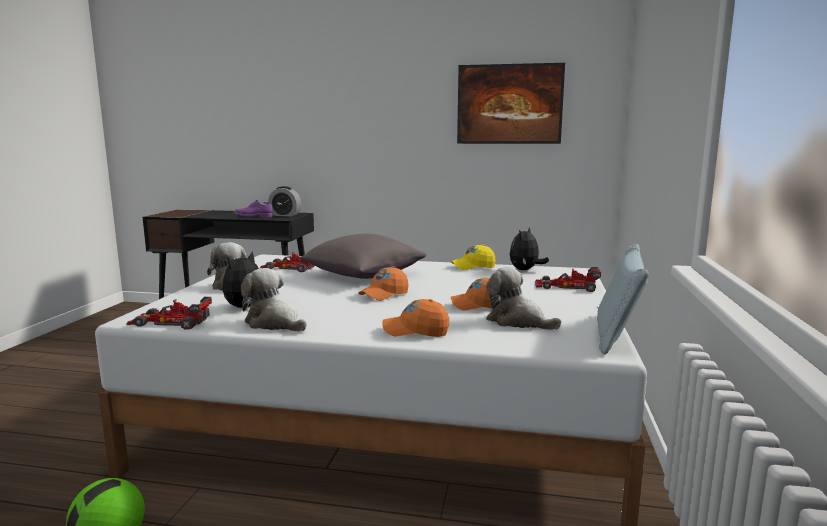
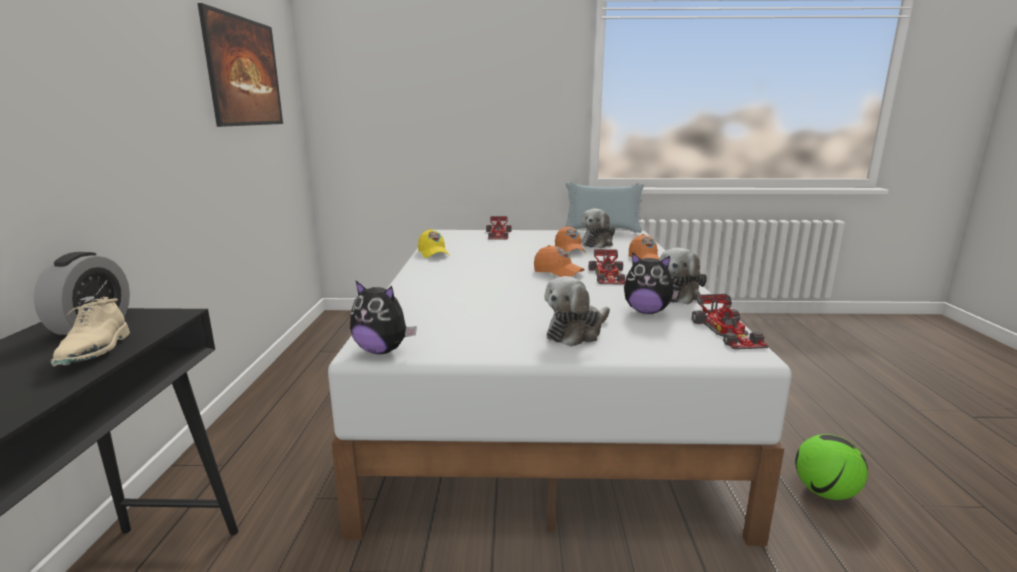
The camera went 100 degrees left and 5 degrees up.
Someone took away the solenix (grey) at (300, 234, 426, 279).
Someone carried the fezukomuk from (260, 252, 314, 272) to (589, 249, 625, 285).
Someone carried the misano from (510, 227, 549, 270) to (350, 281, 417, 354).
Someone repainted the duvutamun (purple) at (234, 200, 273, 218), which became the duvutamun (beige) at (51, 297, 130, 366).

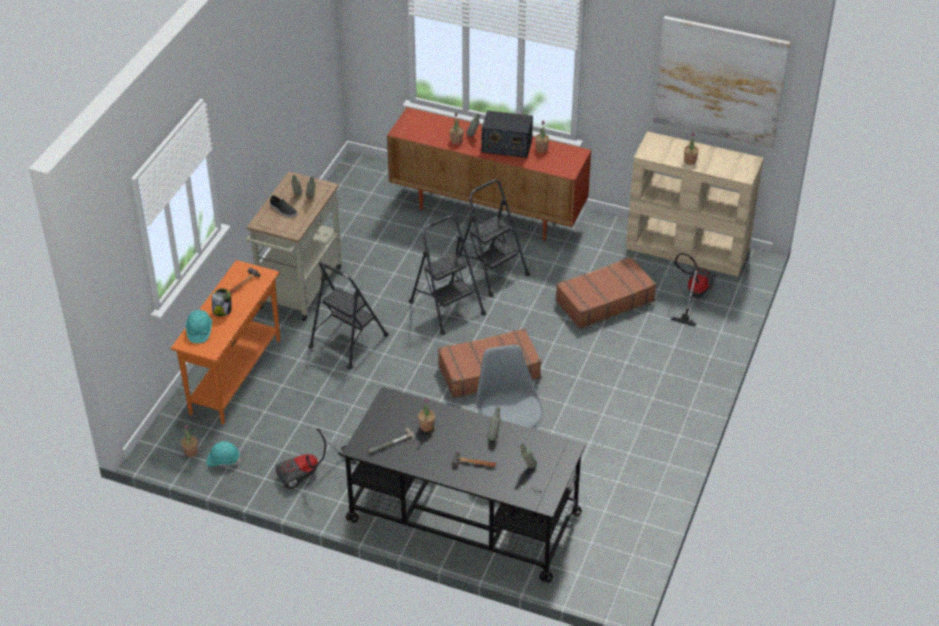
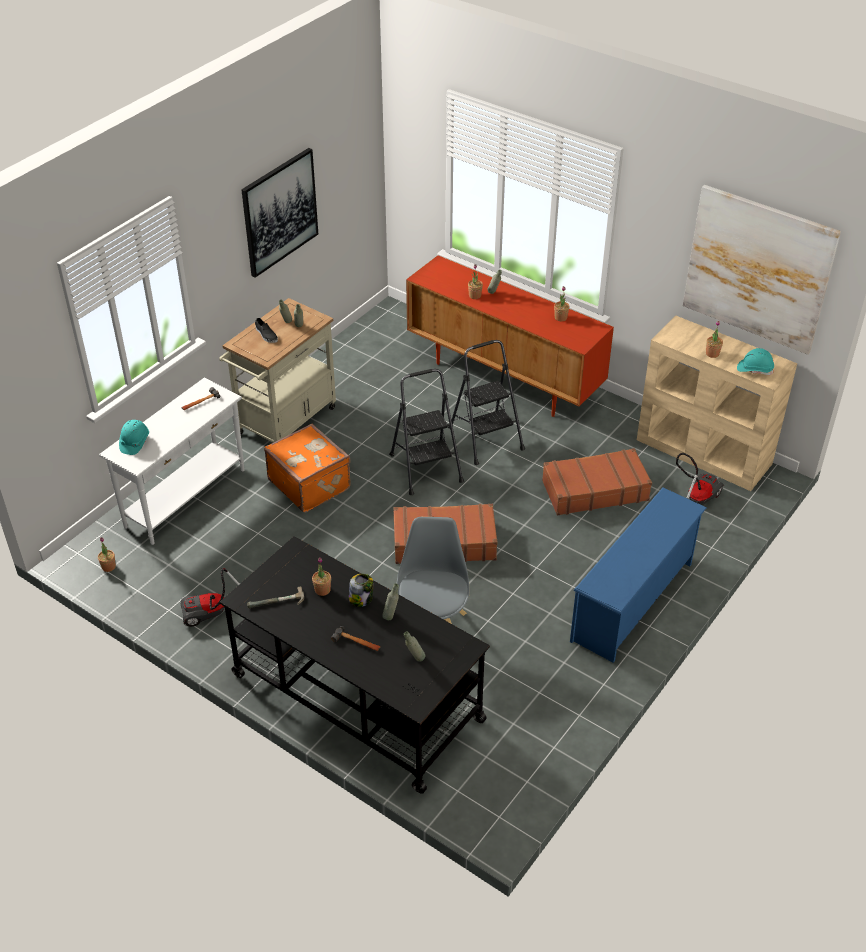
The camera went 15 degrees right and 0 degrees up.
Someone took away the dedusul at (482, 110, 533, 158).
Someone put up the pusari at (241, 148, 318, 278).
Someone put down the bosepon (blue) at (570, 488, 707, 663).
Someone carried the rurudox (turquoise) from (206, 441, 241, 466) to (737, 348, 774, 375).
Someone carried the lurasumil from (212, 288, 231, 316) to (349, 574, 373, 607).
Someone swapped the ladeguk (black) at (308, 262, 389, 370) for the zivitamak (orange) at (264, 424, 351, 513).
Someone repainted the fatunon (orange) at (171, 260, 280, 425), which became the fatunon (white) at (99, 378, 245, 545).

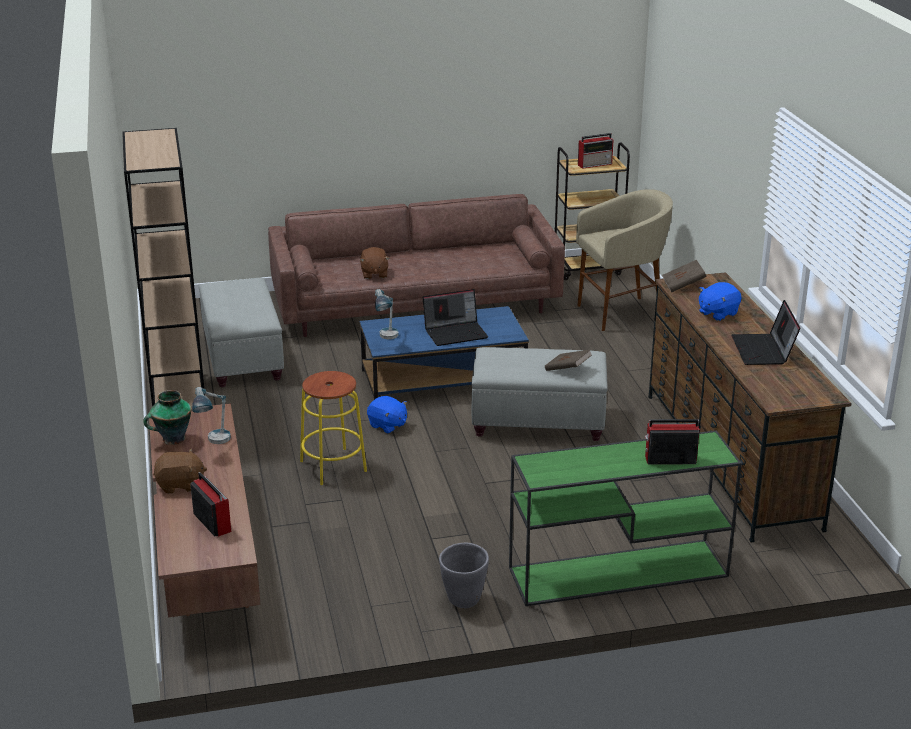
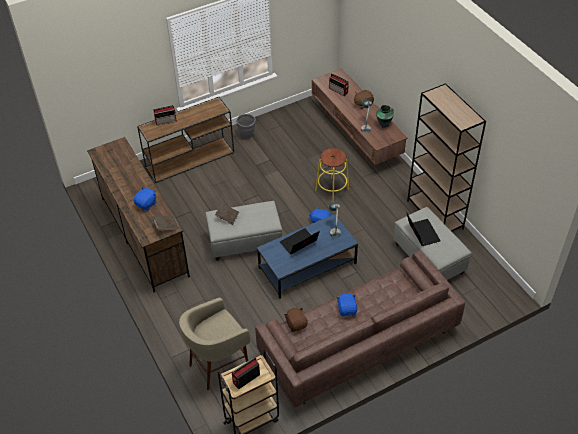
The camera went 165 degrees right and 20 degrees up.
Someone put down the misano (blue) at (336, 293, 358, 316).
Someone carried the misano (brown) from (360, 247, 390, 279) to (284, 307, 307, 332).
Someone carried the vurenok from (731, 300, 800, 365) to (406, 212, 441, 246).
Someone repainted the fatunon (green) at (509, 430, 742, 606), which became the fatunon (brown) at (137, 97, 234, 183).

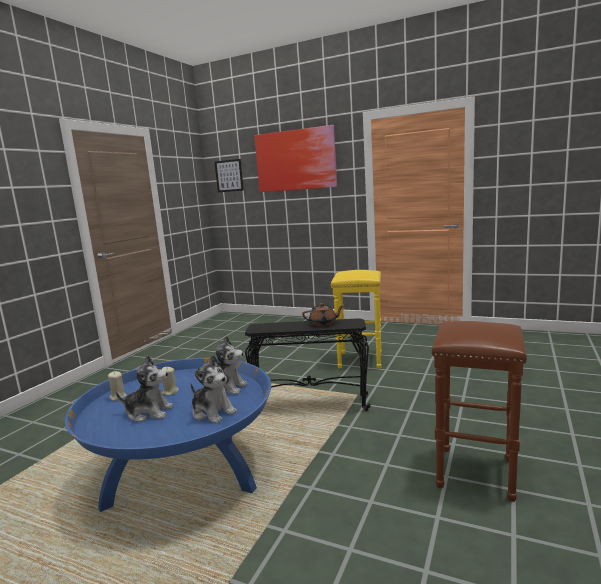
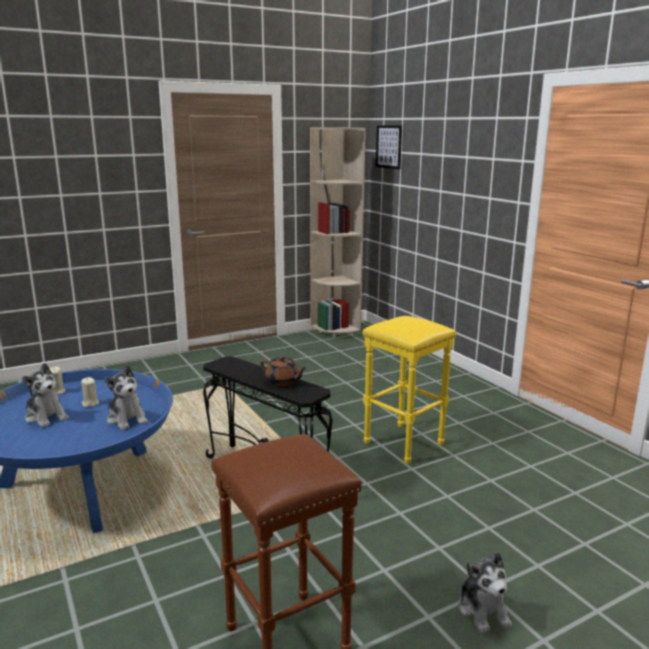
The camera went 35 degrees right and 5 degrees up.
Someone took away the pusari at (255, 125, 337, 192).
Someone put down the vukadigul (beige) at (310, 128, 366, 337).
Someone carried the misano from (191, 355, 237, 424) to (459, 552, 512, 634).

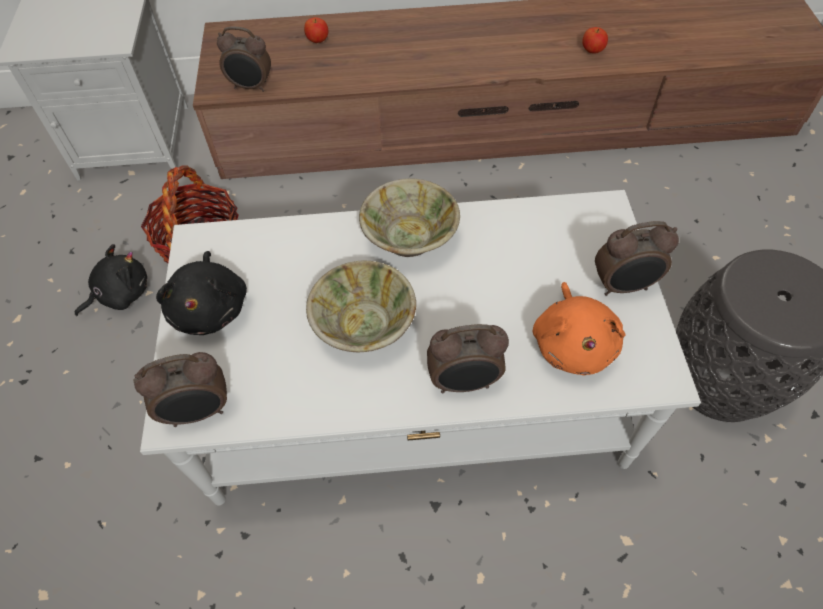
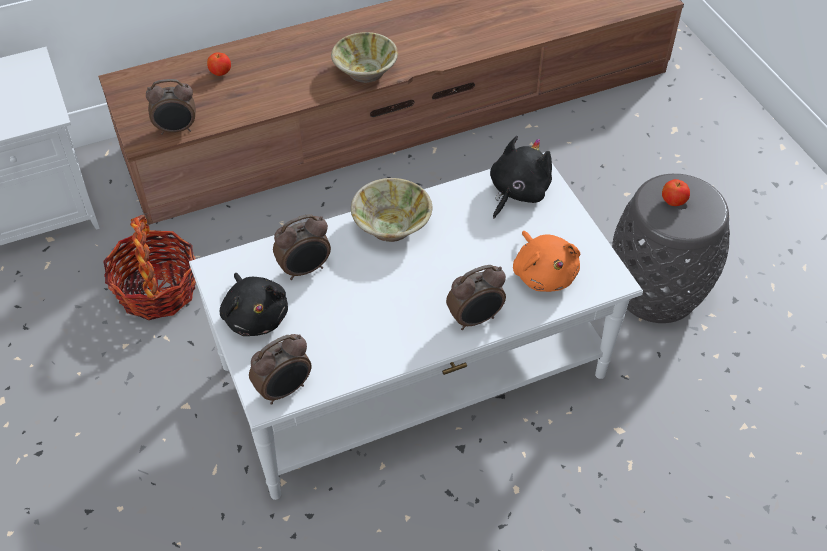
The camera went 20 degrees left and 5 degrees down.
Someone carried the misano (black) from (75, 244, 147, 316) to (490, 136, 552, 219).
Someone carried the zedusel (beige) from (306, 261, 416, 352) to (331, 32, 398, 83).
Someone carried the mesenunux from (582, 27, 608, 54) to (662, 179, 690, 206).
Someone carried the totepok from (595, 221, 679, 296) to (273, 214, 331, 280).

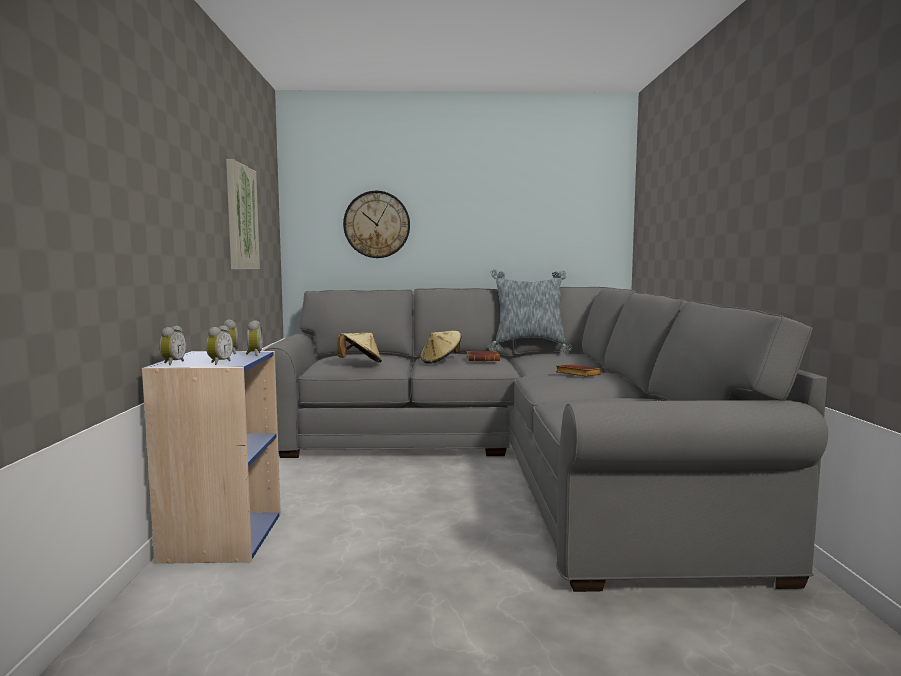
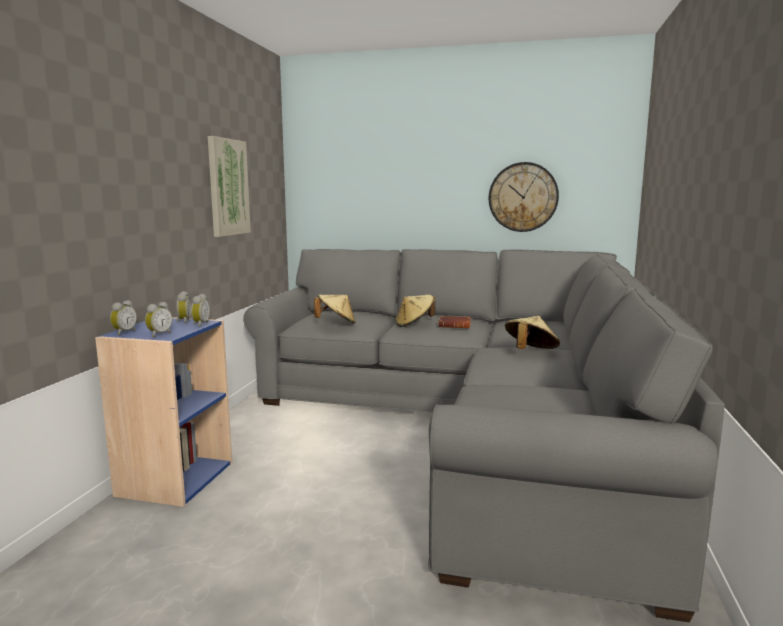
The camera went 15 degrees right and 5 degrees up.
Someone took away the solenix at (487, 269, 573, 356).
Someone carried the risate from (343, 191, 410, 258) to (489, 162, 559, 232).
Someone swapped the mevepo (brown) at (555, 364, 602, 377) for the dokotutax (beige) at (505, 316, 560, 349).

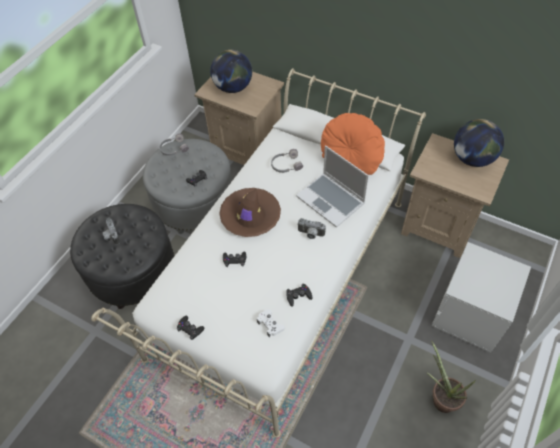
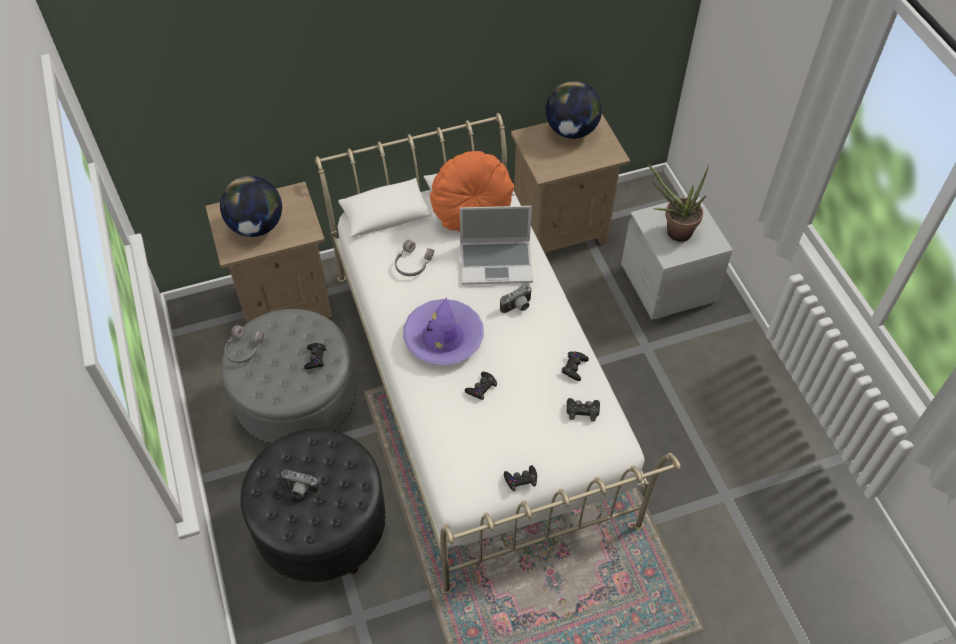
The camera went 50 degrees left and 0 degrees up.
Someone carried the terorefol from (426, 341, 476, 413) to (648, 164, 709, 242).
Someone repainted the dokotutax (brown) at (219, 188, 281, 237), which became the dokotutax (purple) at (403, 297, 484, 366).
Someone repainted the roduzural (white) at (257, 309, 285, 337), which became the roduzural (black) at (567, 398, 600, 421).

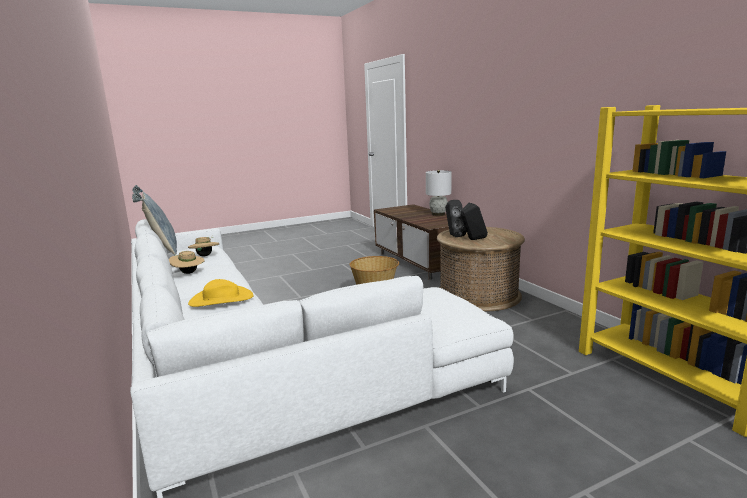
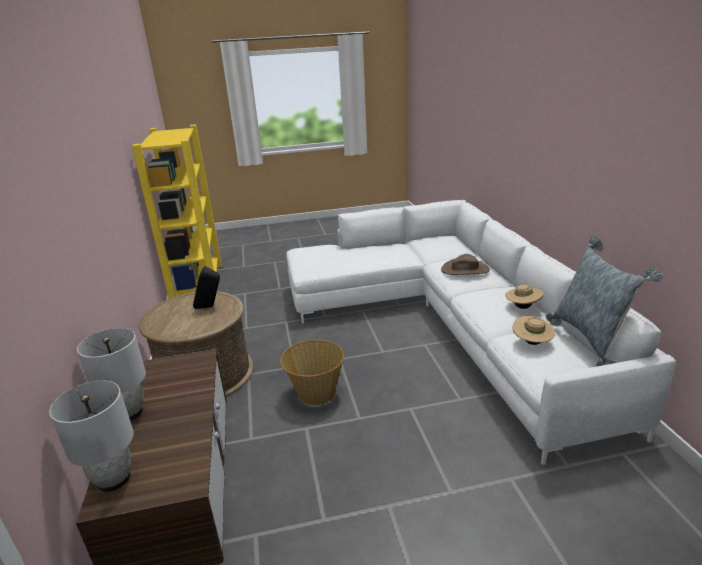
The camera went 165 degrees left and 10 degrees up.
Someone took away the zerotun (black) at (445, 200, 467, 237).
Someone put down the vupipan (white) at (49, 381, 133, 492).
Someone repainted the dokotutax (yellow) at (188, 279, 254, 307), which became the dokotutax (brown) at (441, 254, 490, 275).

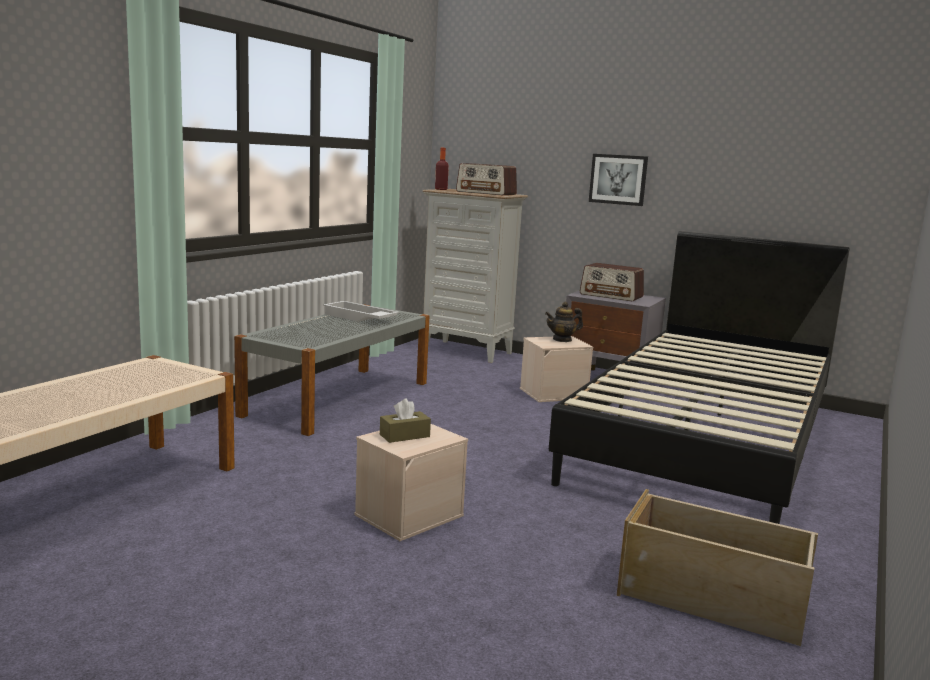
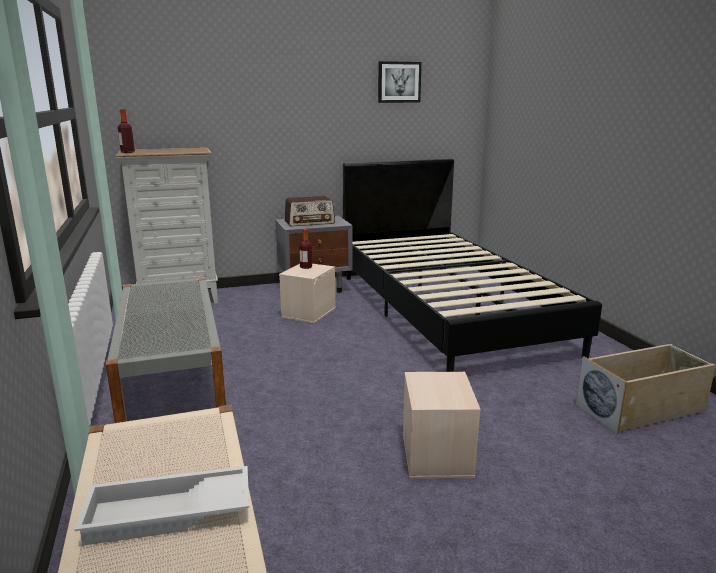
The camera went 45 degrees left and 5 degrees up.
Someone took away the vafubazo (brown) at (380, 398, 431, 443).
Someone took away the dedusul at (456, 163, 517, 195).
Someone carried the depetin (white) from (323, 301, 399, 322) to (74, 466, 249, 546).
Someone carried the pusari from (589, 154, 648, 206) to (378, 61, 422, 103).
Someone swapped the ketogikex at (545, 302, 583, 342) for the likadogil at (299, 229, 312, 269).

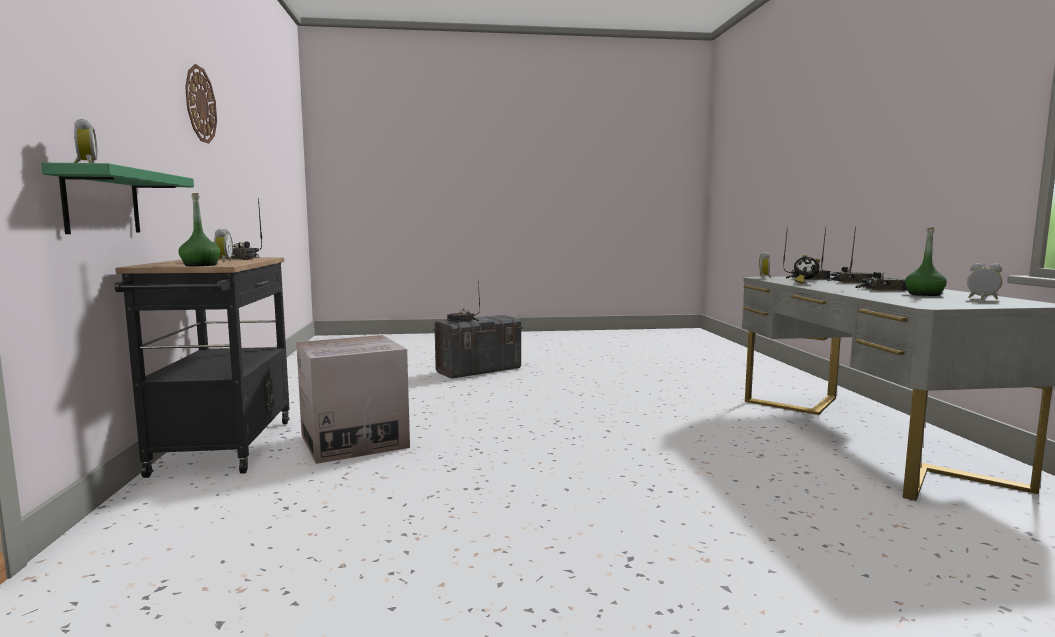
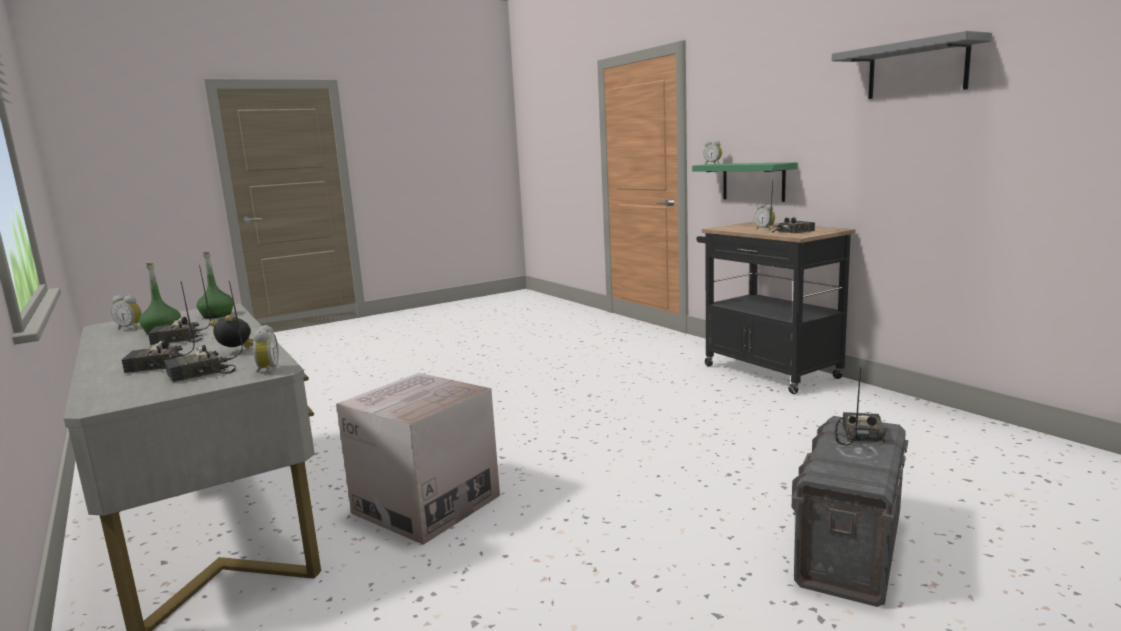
The camera went 155 degrees right and 5 degrees up.
Someone carried the likadogil (green) from (178, 193, 221, 266) to (196, 252, 233, 318).
Someone carried the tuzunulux from (296, 335, 410, 464) to (336, 373, 500, 545).
Someone swapped the risate at (185, 64, 217, 143) for the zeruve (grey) at (832, 31, 992, 99).

